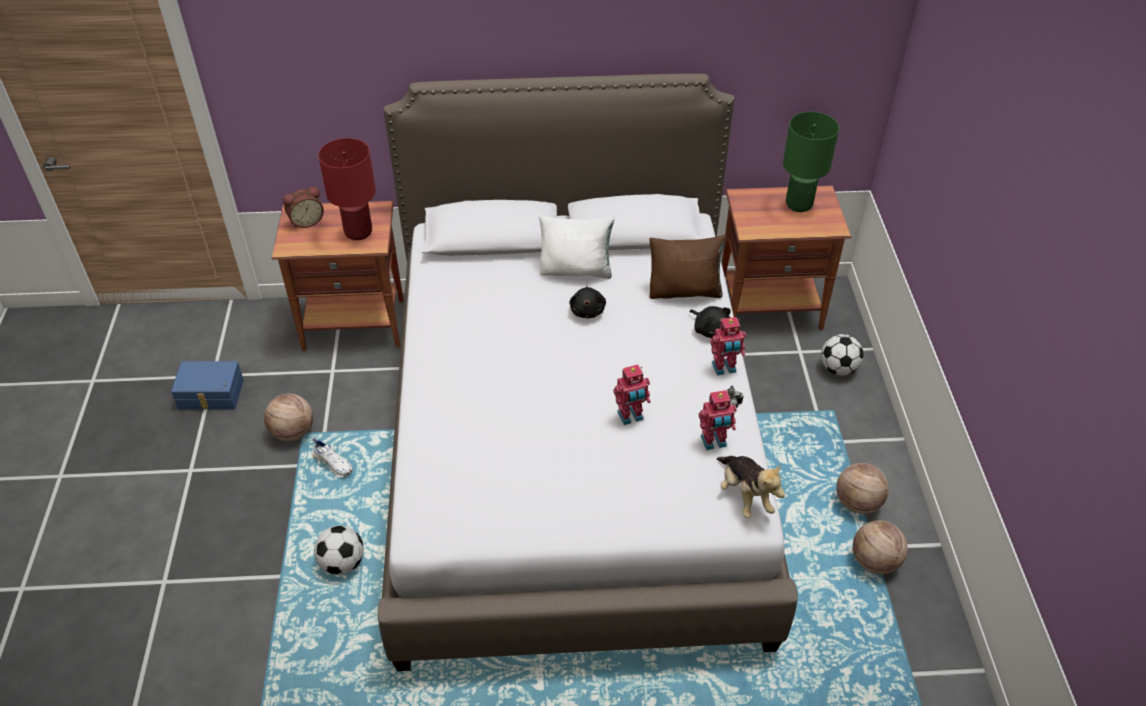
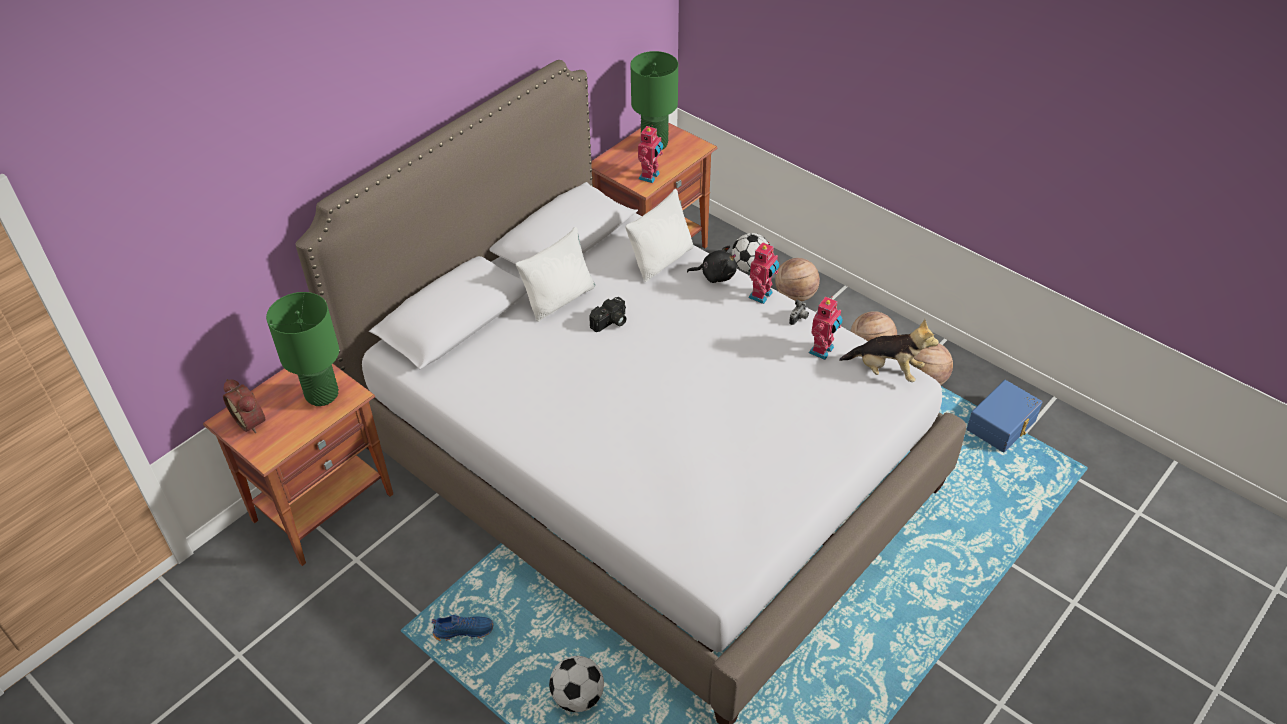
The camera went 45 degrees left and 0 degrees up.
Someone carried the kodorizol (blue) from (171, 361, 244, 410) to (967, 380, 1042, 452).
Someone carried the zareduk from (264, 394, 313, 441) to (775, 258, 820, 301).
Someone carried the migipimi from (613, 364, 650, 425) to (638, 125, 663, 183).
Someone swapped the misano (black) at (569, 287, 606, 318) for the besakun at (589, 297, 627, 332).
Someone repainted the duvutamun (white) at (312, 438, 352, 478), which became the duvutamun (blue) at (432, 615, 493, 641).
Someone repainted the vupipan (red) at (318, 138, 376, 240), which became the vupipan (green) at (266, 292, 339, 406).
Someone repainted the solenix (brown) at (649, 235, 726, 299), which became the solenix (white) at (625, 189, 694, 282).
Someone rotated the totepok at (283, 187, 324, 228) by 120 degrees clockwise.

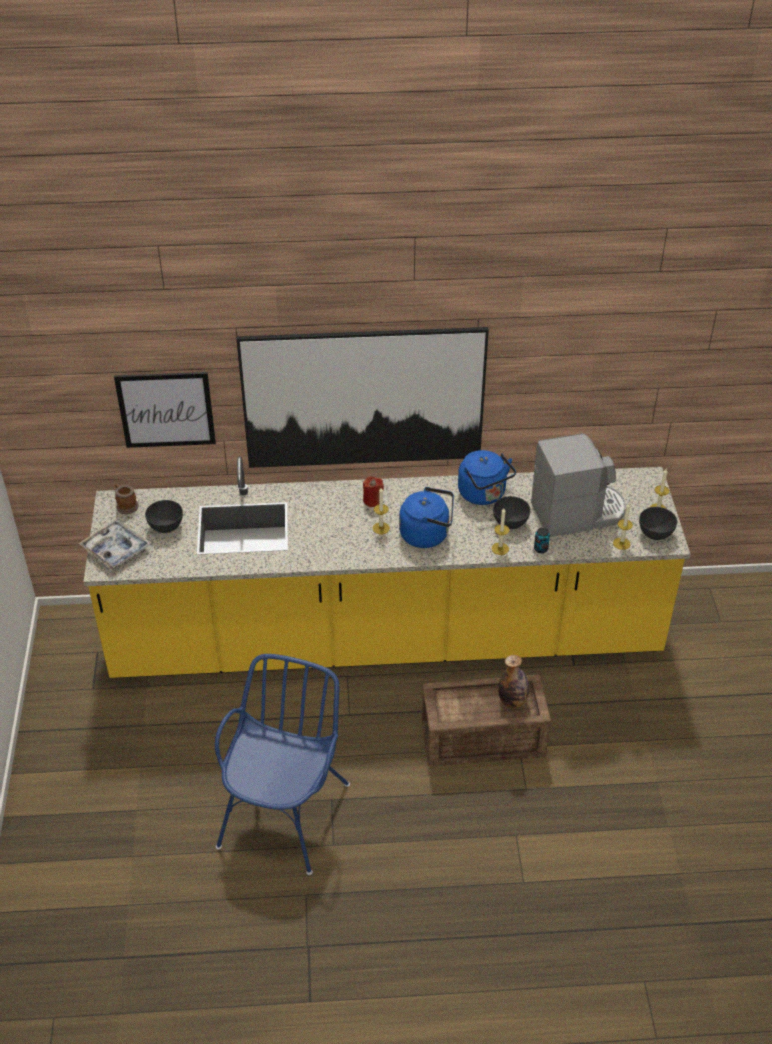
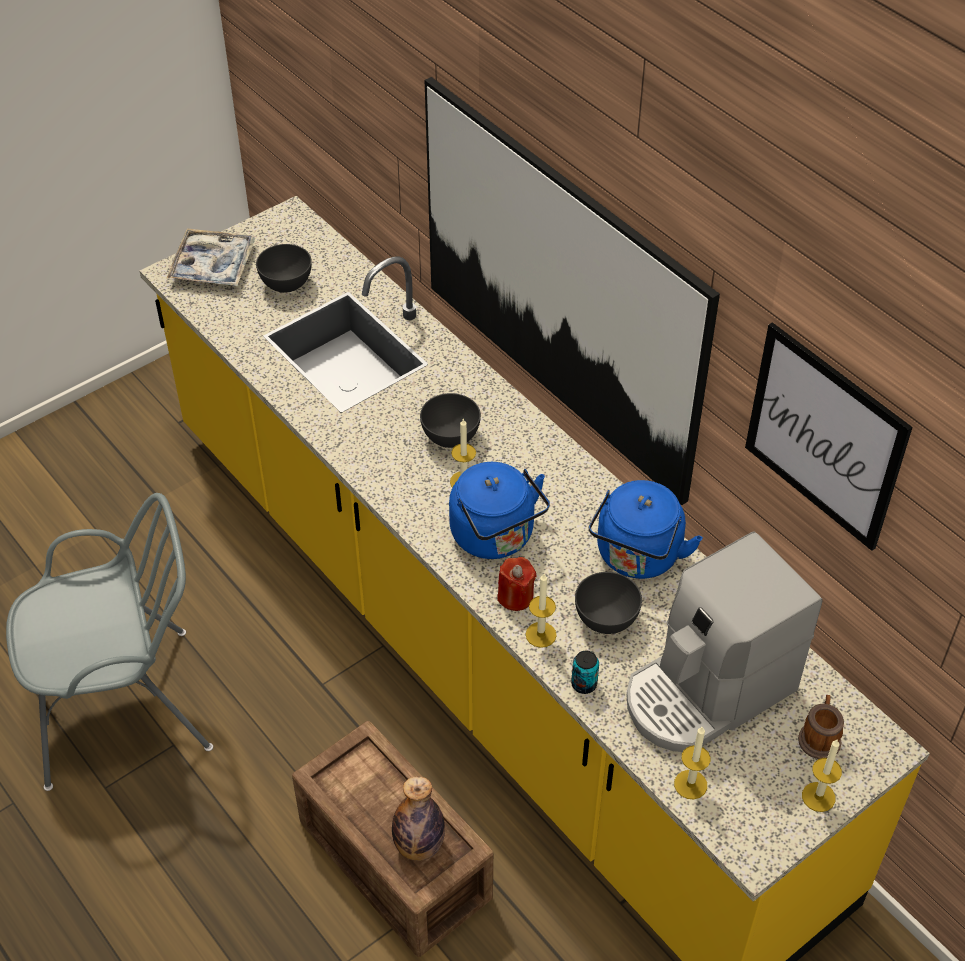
The camera went 55 degrees right and 5 degrees up.
Someone carried the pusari from (114, 372, 216, 448) to (745, 322, 913, 551).
Someone carried the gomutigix from (115, 484, 139, 514) to (798, 695, 844, 759).
Someone carried the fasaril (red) from (363, 476, 384, 507) to (497, 557, 537, 611).
Someone carried the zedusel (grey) from (639, 507, 677, 540) to (420, 393, 481, 448).
Someone repainted the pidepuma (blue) at (215, 654, 350, 875), which became the pidepuma (grey) at (6, 493, 213, 791).
Someone rotated the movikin at (531, 433, 626, 537) by 105 degrees clockwise.

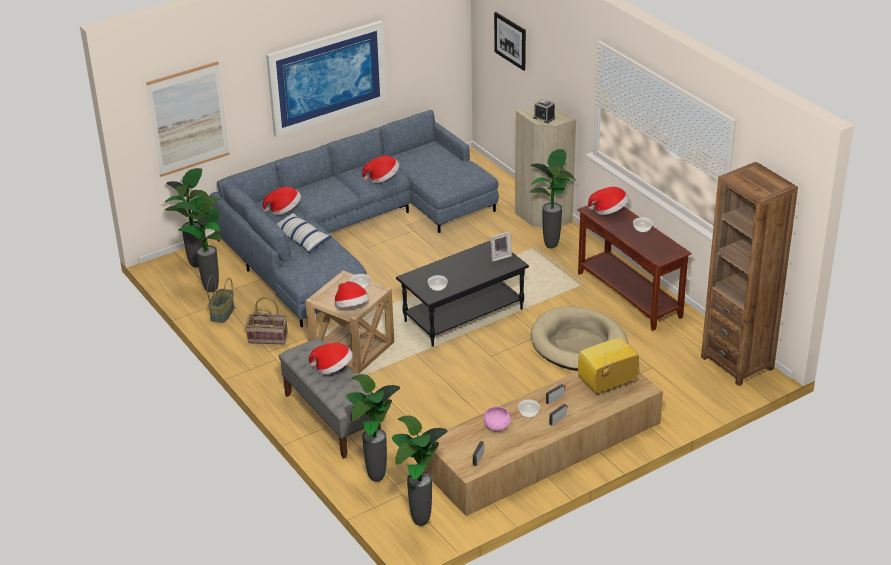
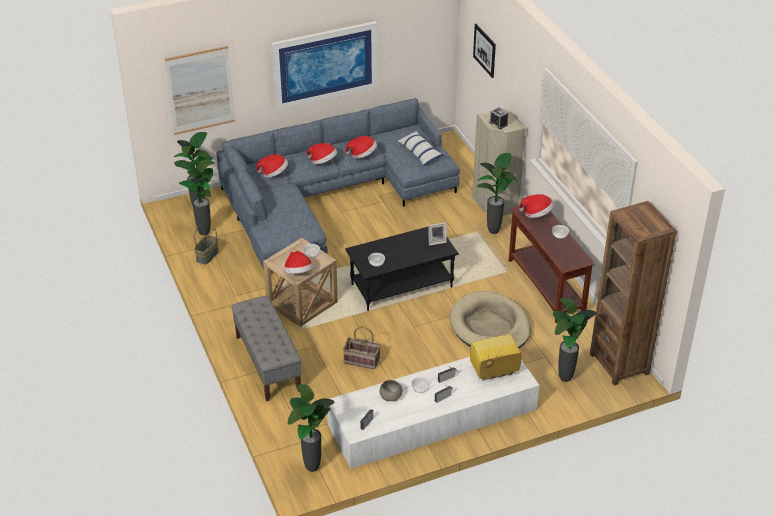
The camera went 10 degrees right and 5 degrees up.
Someone carried the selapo from (245, 297, 288, 344) to (343, 326, 380, 369).
Someone carried the solenix from (277, 212, 332, 253) to (397, 130, 444, 166).
Someone carried the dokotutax from (309, 343, 353, 375) to (307, 143, 337, 164).
Someone carried the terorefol from (347, 374, 400, 482) to (553, 298, 597, 382).
Someone repainted the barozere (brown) at (424, 371, 663, 516), which became the barozere (white) at (327, 357, 539, 469).
Someone repainted the zedusel (pink) at (483, 406, 511, 431), which became the zedusel (grey) at (380, 380, 402, 401).

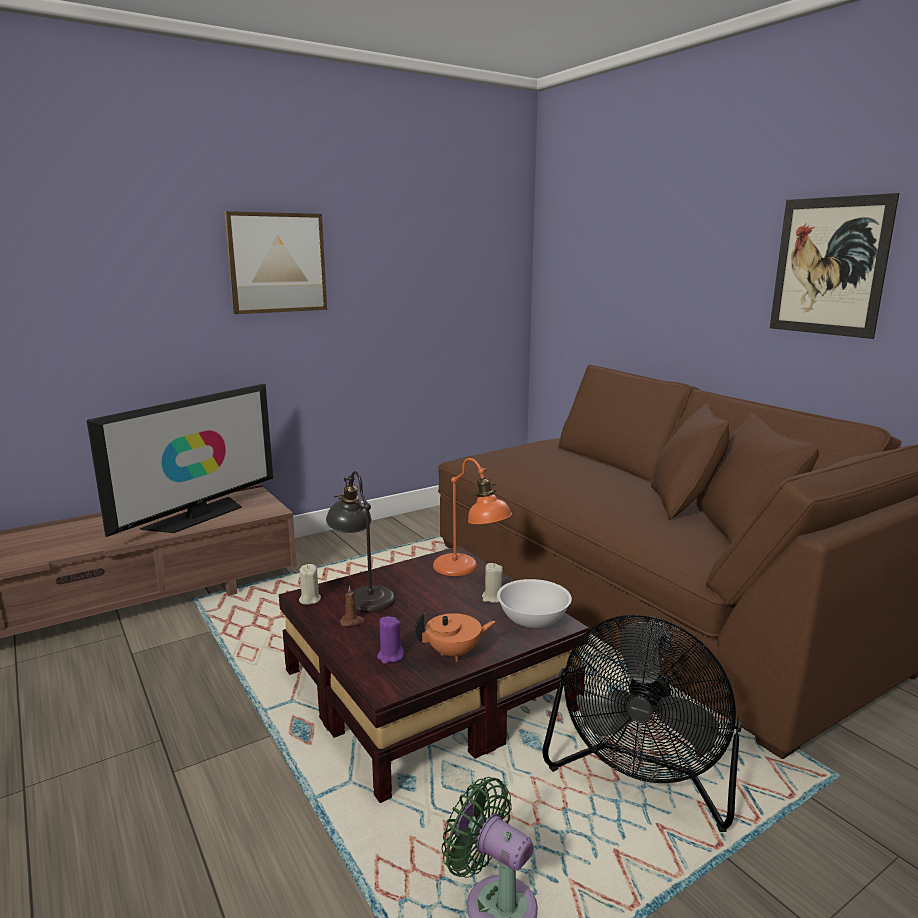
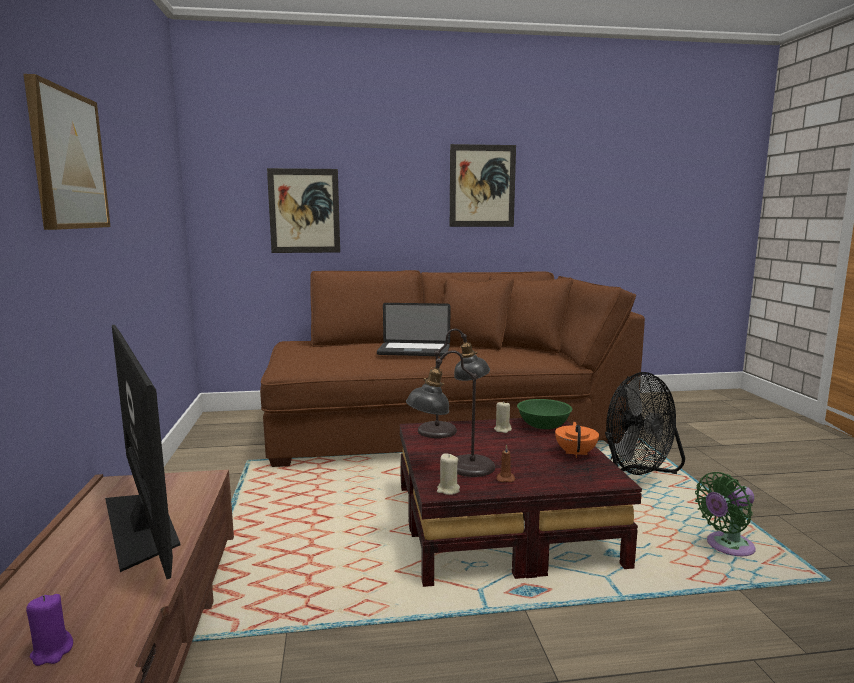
The camera went 65 degrees left and 5 degrees down.
Someone put up the pusari at (267, 168, 340, 253).
Someone put down the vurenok at (377, 303, 450, 356).
Someone carried the fasaril (purple) from (377, 616, 404, 664) to (26, 594, 73, 666).
Someone repainted the vupipan (orange) at (433, 458, 512, 576), which became the vupipan (grey) at (418, 328, 490, 438).
Someone repainted the zedusel (white) at (497, 579, 572, 628), which became the zedusel (green) at (517, 399, 572, 429).

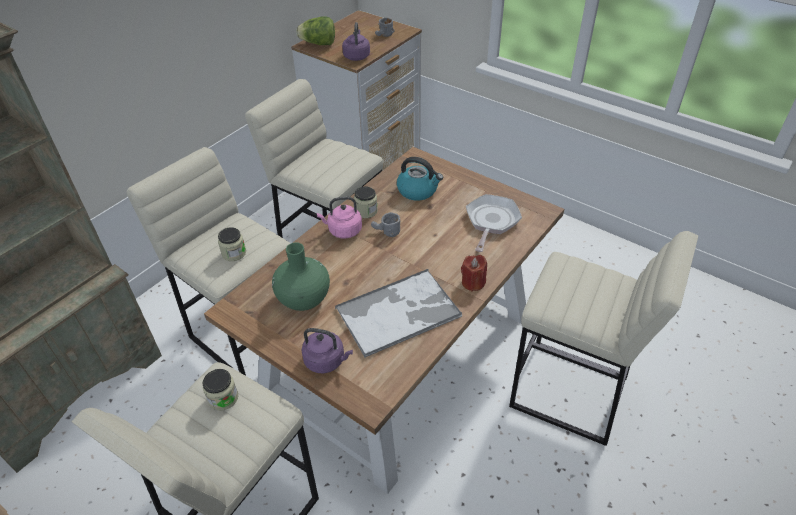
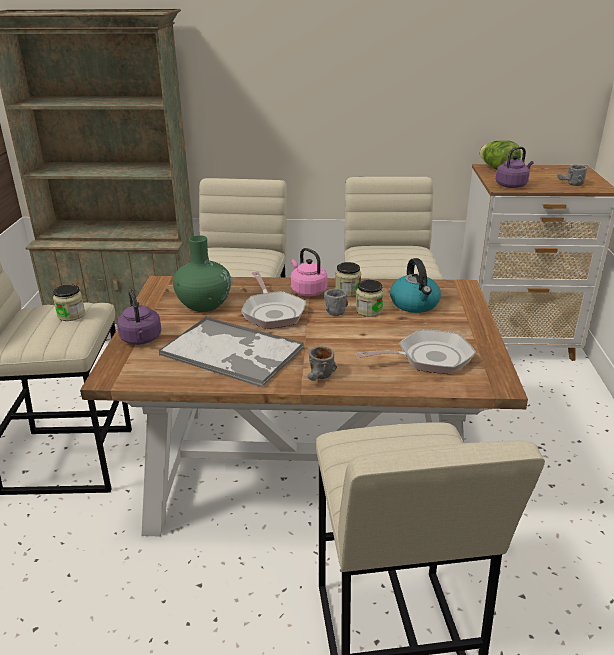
The camera went 55 degrees right and 15 degrees down.
Someone put down the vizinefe at (241, 271, 306, 329).
Someone carried the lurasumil from (218, 227, 246, 261) to (356, 280, 384, 317).
Someone swapped the fasaril (red) at (461, 255, 487, 292) for the gomutigix (grey) at (307, 346, 337, 381).

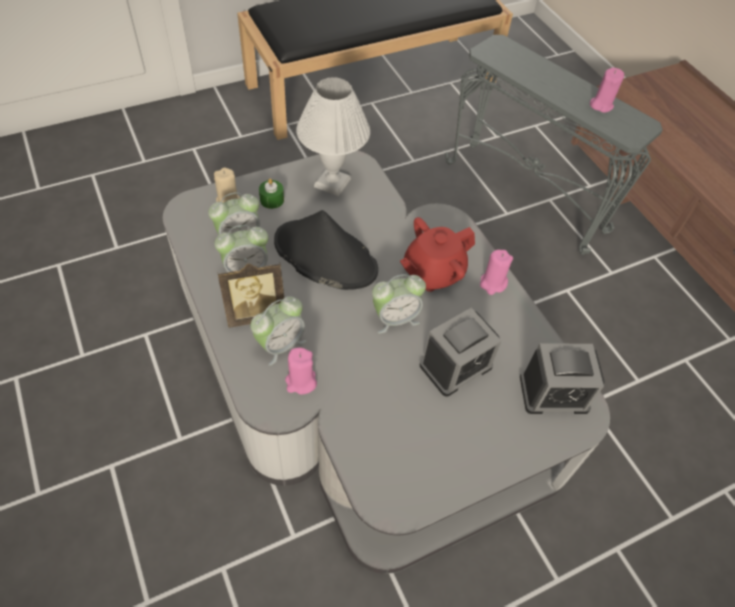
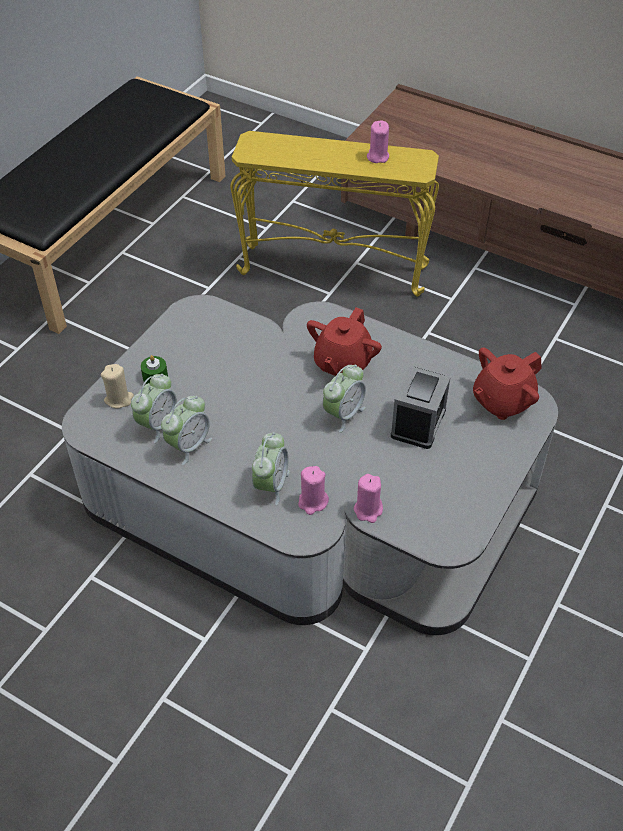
The camera went 30 degrees left and 5 degrees down.
Someone took away the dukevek at (218, 263, 284, 328).
Someone took away the dokotutax (black) at (274, 210, 378, 290).
Someone took away the vupipan (white) at (296, 77, 370, 197).
Someone carried the fasaril (pink) from (480, 250, 513, 295) to (354, 474, 383, 523).
Someone swapped the totepok at (520, 343, 605, 414) for the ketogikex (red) at (473, 347, 542, 420).
Someone repainted the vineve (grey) at (445, 35, 663, 255), which became the vineve (yellow) at (230, 131, 439, 297).

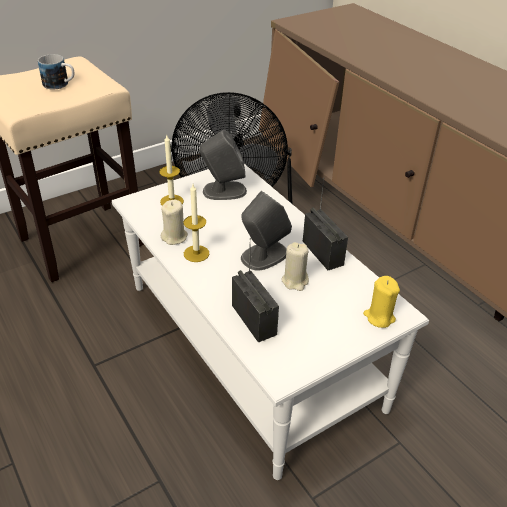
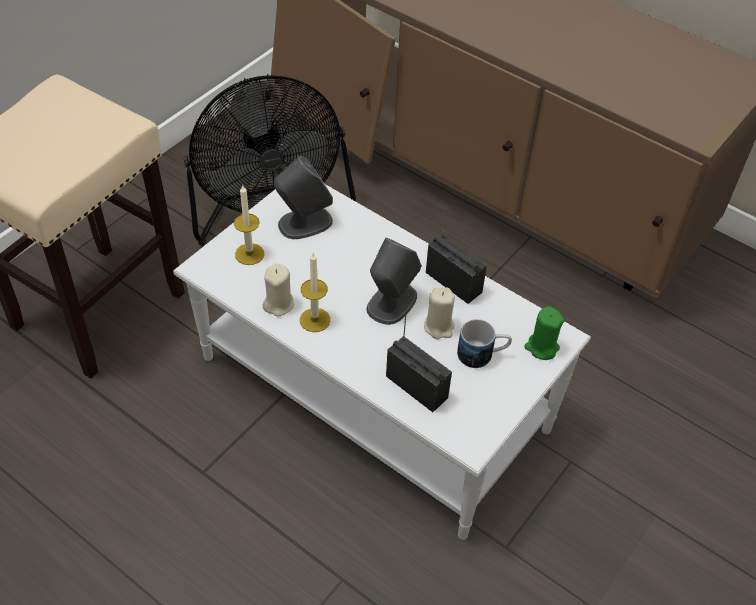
The camera went 20 degrees left and 10 degrees up.
Someone carried the gomutigix from (38, 54, 74, 89) to (457, 319, 512, 368).
Someone repainted the fasaril (yellow) at (363, 276, 400, 328), which became the fasaril (green) at (524, 306, 564, 360).

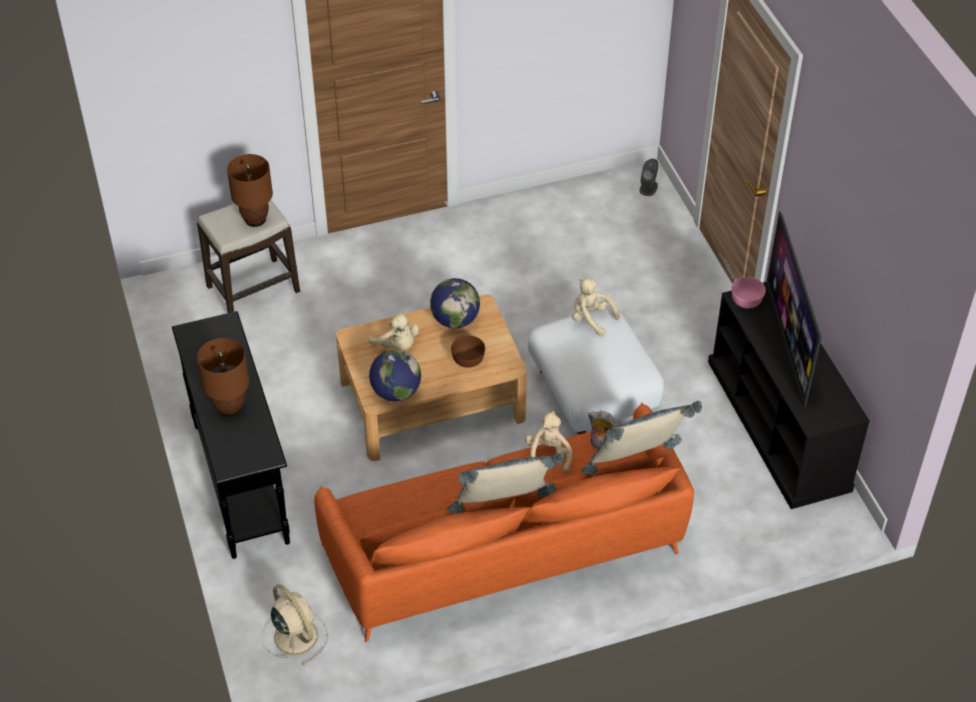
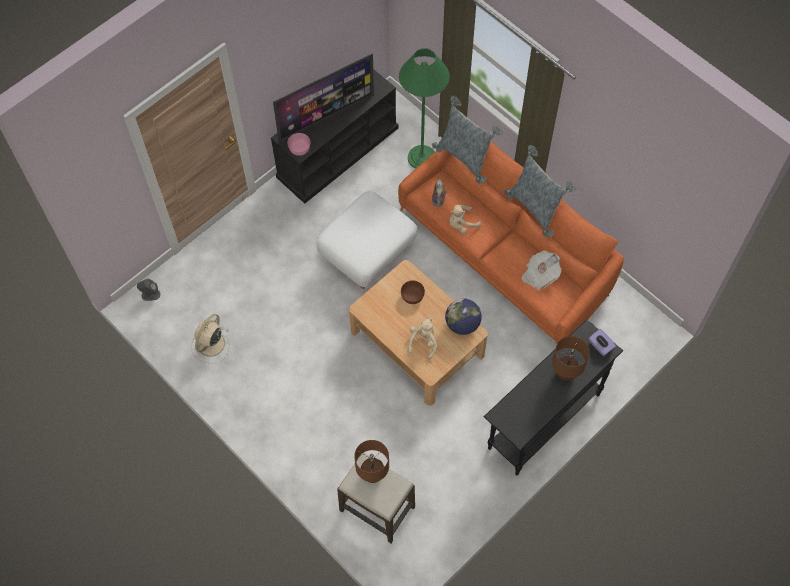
The camera went 115 degrees left and 15 degrees up.
Someone took away the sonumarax at (430, 278, 480, 328).
Someone took away the misano (beige) at (572, 278, 620, 336).
Someone put down the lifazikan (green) at (399, 48, 450, 169).
Someone put down the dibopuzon at (521, 250, 561, 290).
Someone put down the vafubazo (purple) at (589, 329, 616, 356).
Someone carried the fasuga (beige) from (262, 584, 328, 666) to (191, 314, 229, 364).

